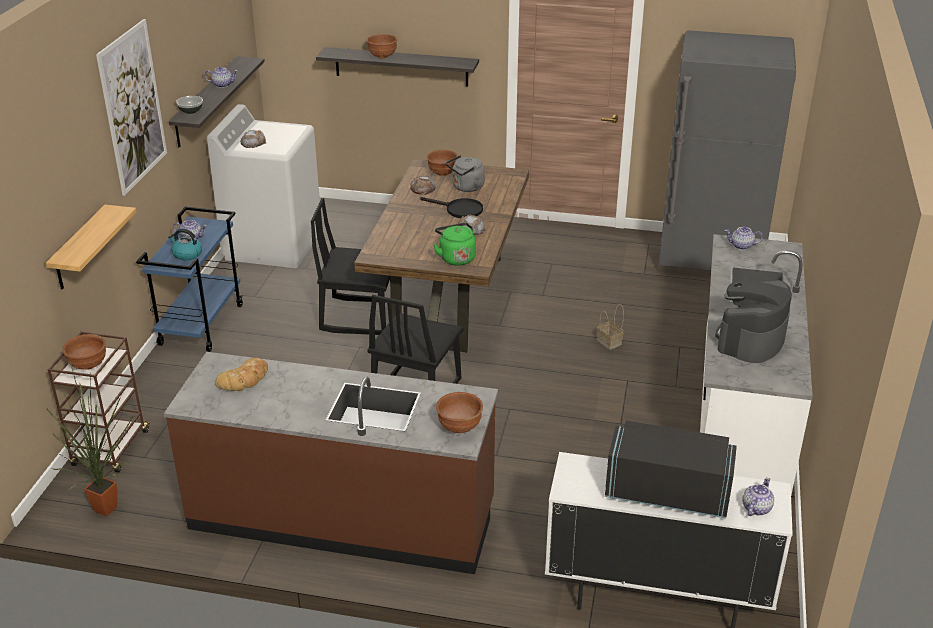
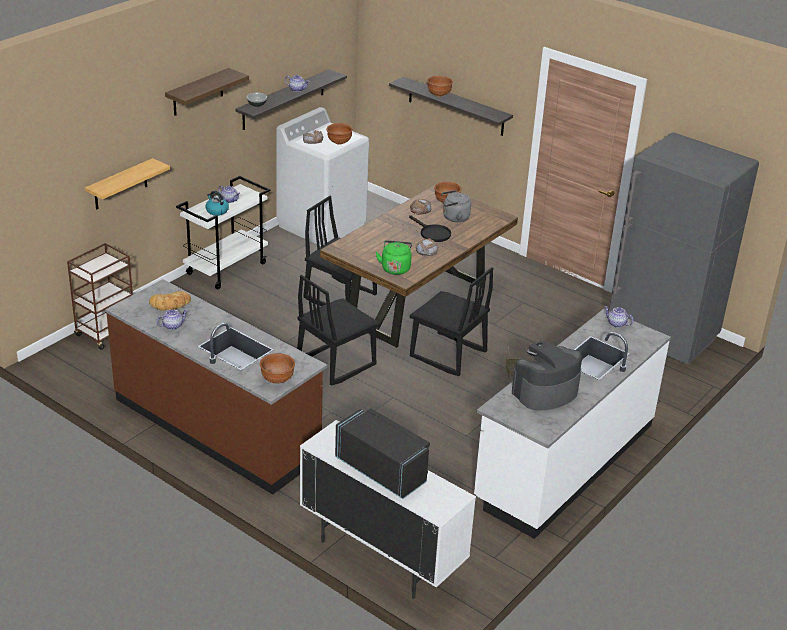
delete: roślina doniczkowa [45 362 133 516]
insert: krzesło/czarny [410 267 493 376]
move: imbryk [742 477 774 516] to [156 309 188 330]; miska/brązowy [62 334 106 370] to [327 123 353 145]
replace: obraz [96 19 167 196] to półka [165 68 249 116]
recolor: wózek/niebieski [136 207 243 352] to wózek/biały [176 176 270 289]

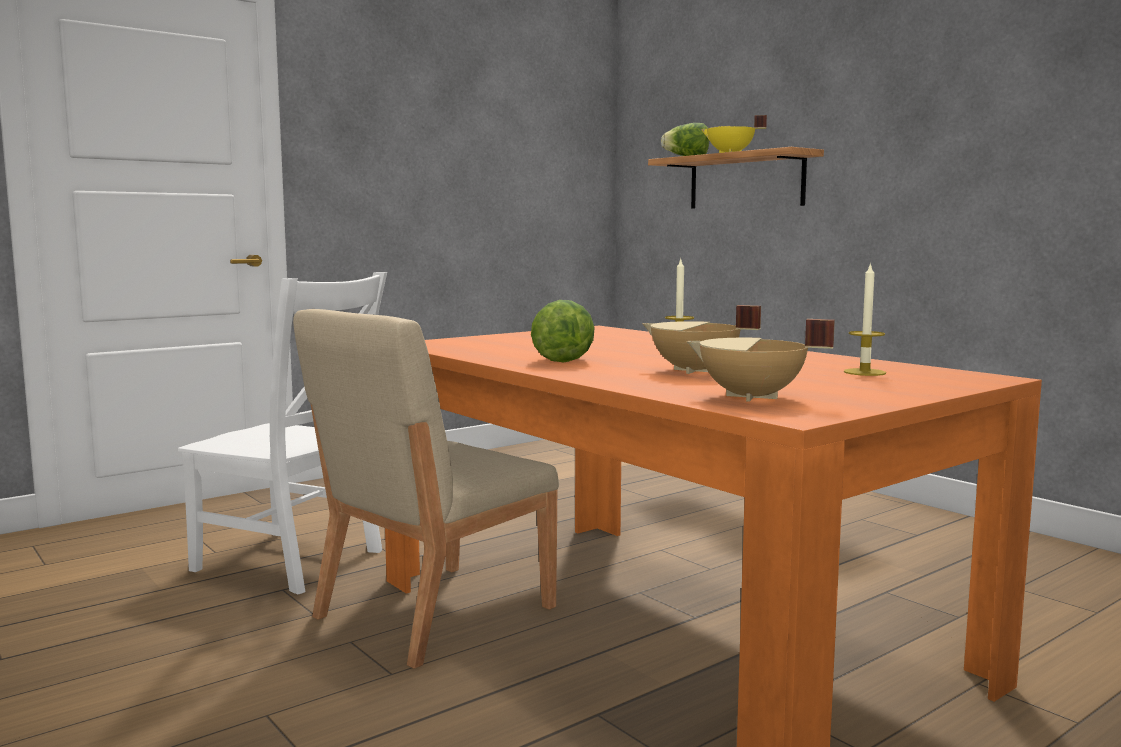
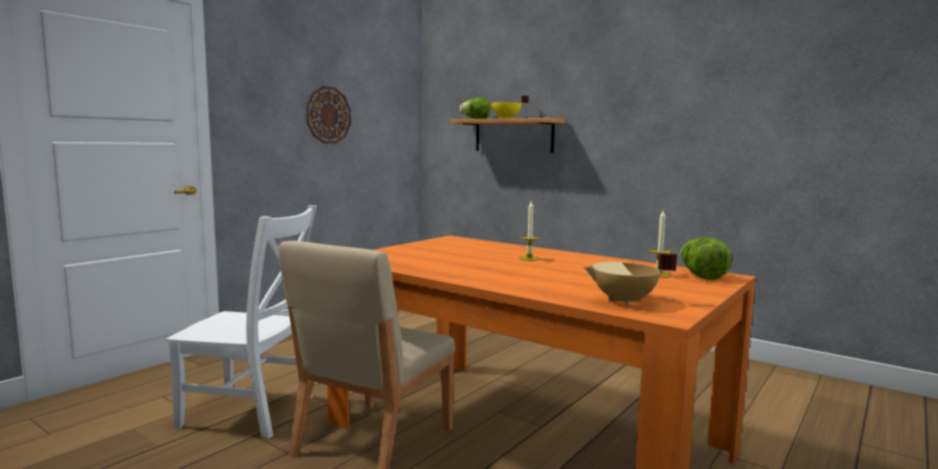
delete: garnek/beżowy [642 305 761 374]
insert: zegar ścienny [306 86 351 144]
move: sałata [531 300 595 362] to [680 237 732 280]

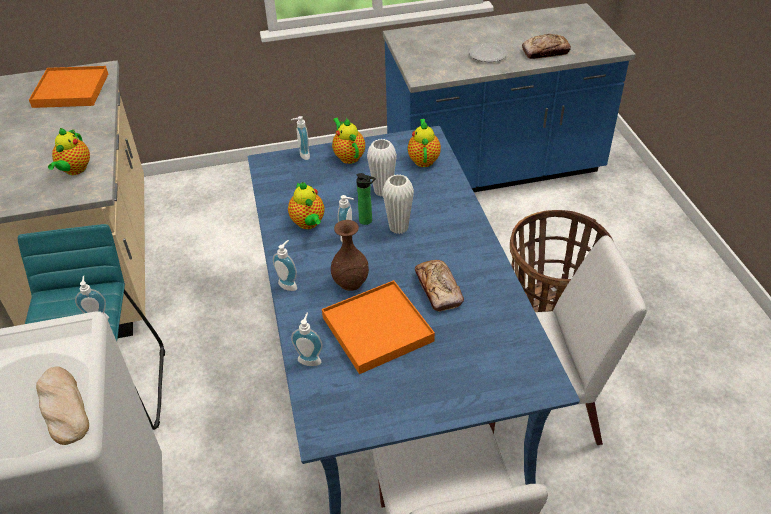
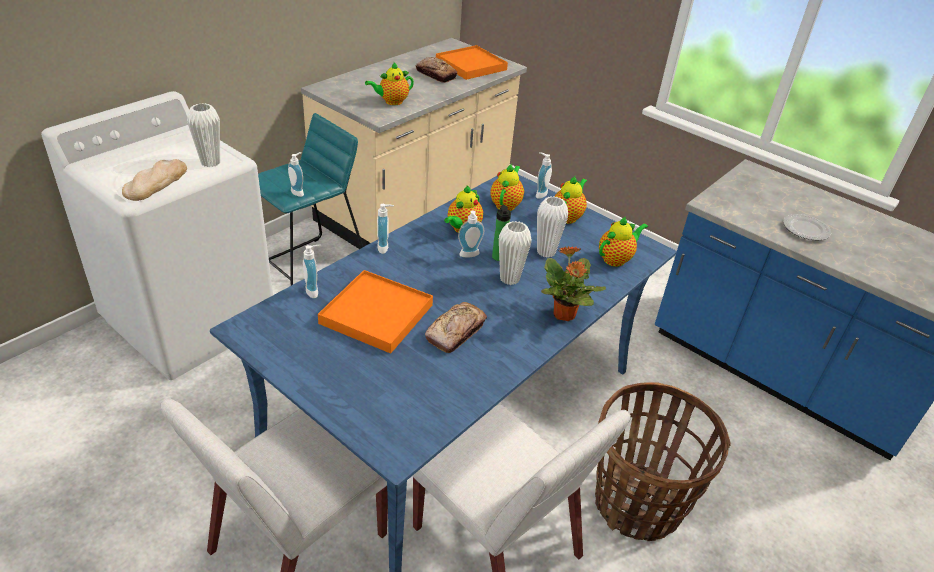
delete: wazon/brązowy [331 220 369 291]
insert: wazon/biały [187 103 220 167]; imbryk [490 164 524 211]; roślina doniczkowa [541 246 606 321]
move: chleb [522 34 571 59] to [416 57 457 83]

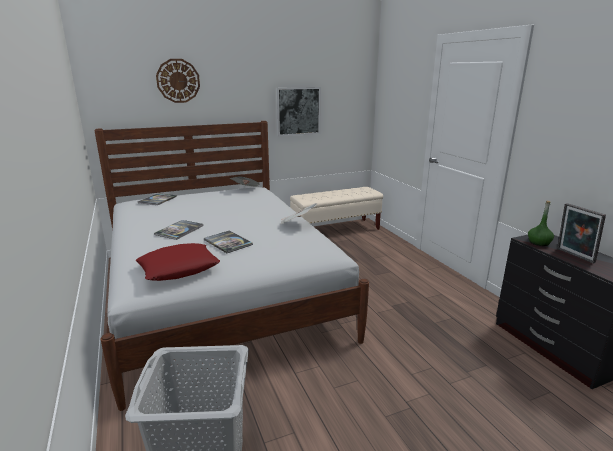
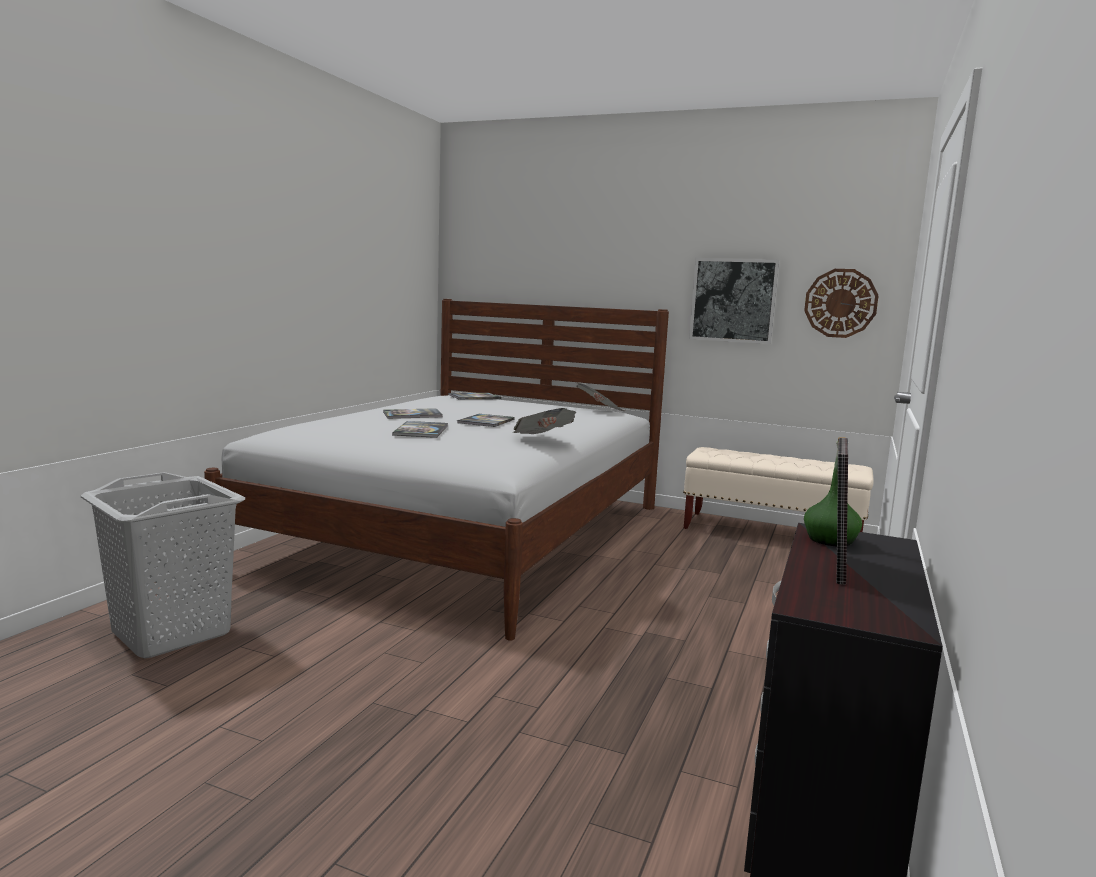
delete: poduszka/czerwony [136 243 220 281]
insert: książka [457 414 515 427]
move: zegar ścienny [156 59 200 103] to [804 269 879 338]

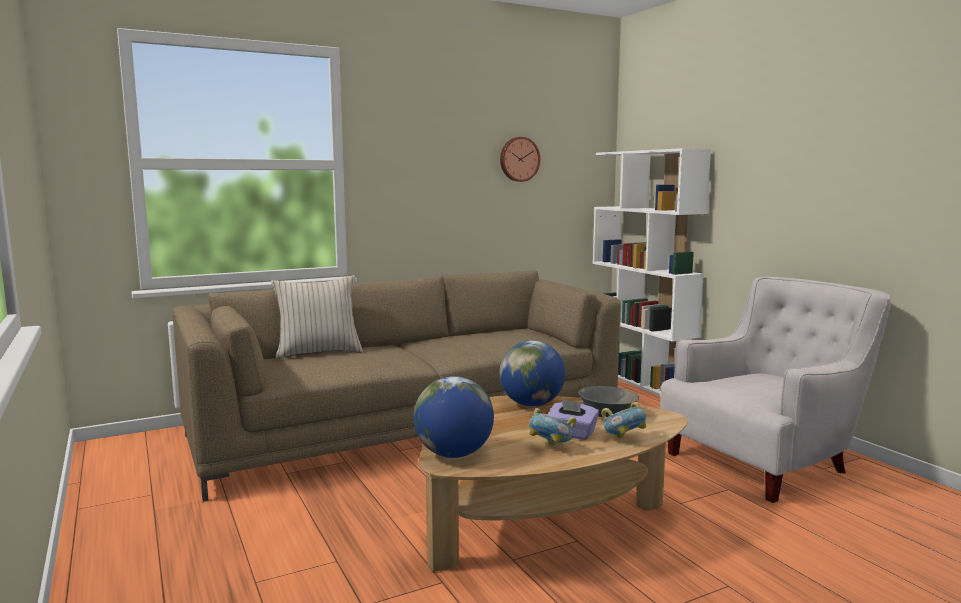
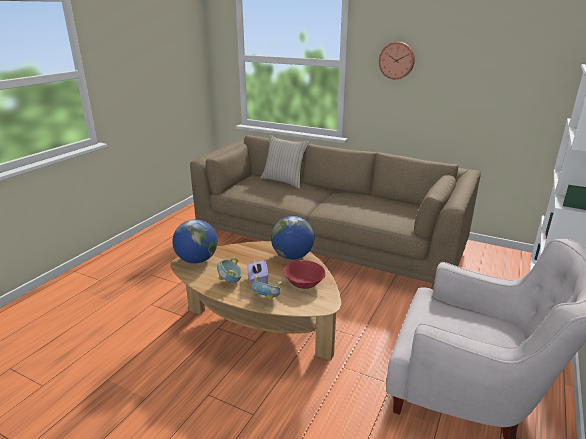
move: zegar ścienny [500 137 541 182] to [379 42 415 79]
recolor: miska/szary [578 386 639 418] to miska/czerwony [284 260 326 289]

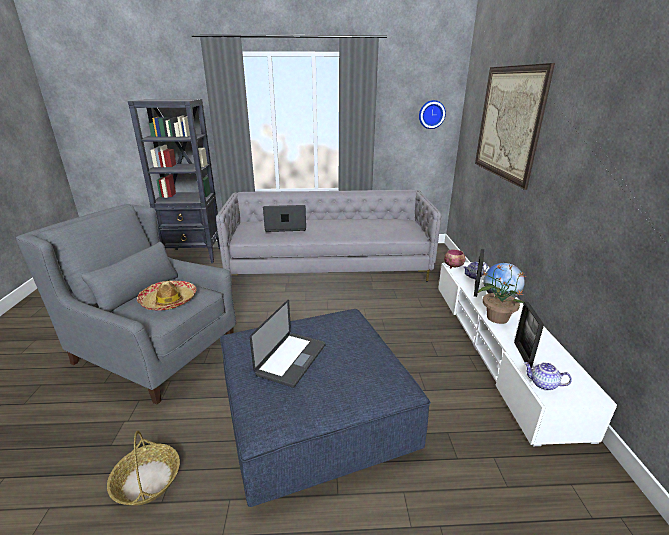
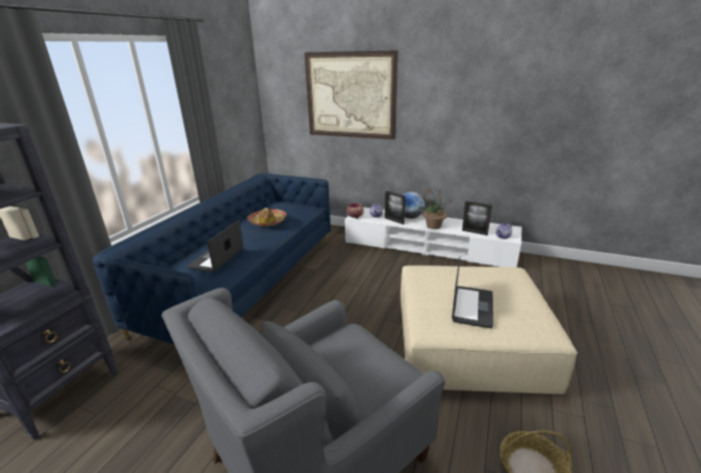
delete: zegar ścienny [419 100 446 129]
move: kapelusz [137 281 196 311] to [247 208 286 226]
recolor: kanapa/szary [216 190 441 281] to kanapa/niebieski [92 173 331 344]; pufa/niebieski [220 309 431 507] to pufa/beżowy [401 266 577 394]
rotate: laptop [250 300 326 388] = [452 257 493 328] 60 degrees clockwise

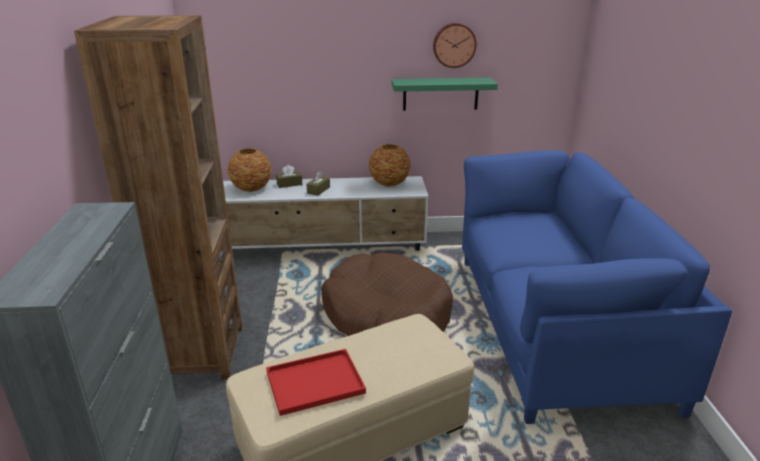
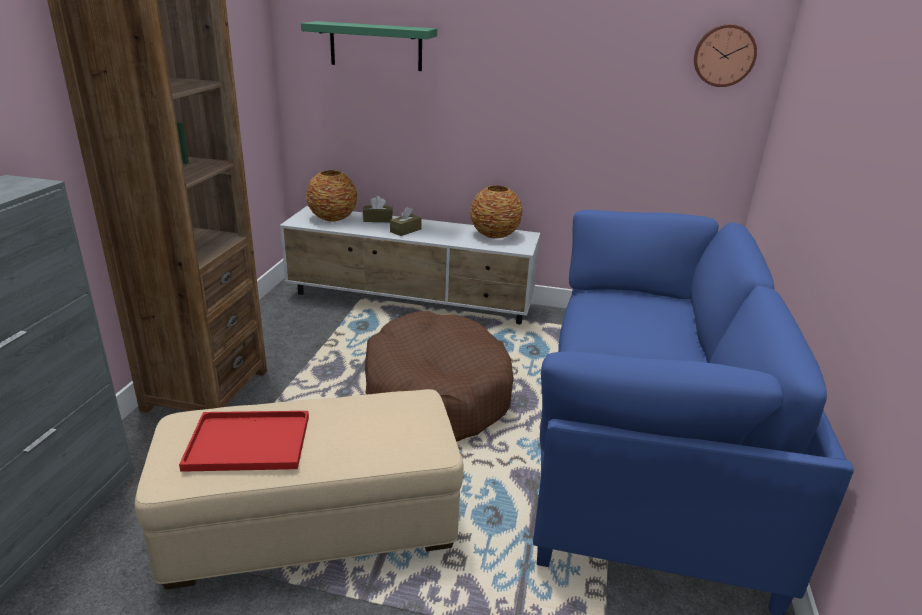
move: półka/zielony [392 78 498 111] to [301 21 437 71]; zegar ścienny [433 23 477 68] to [694 24 757 87]

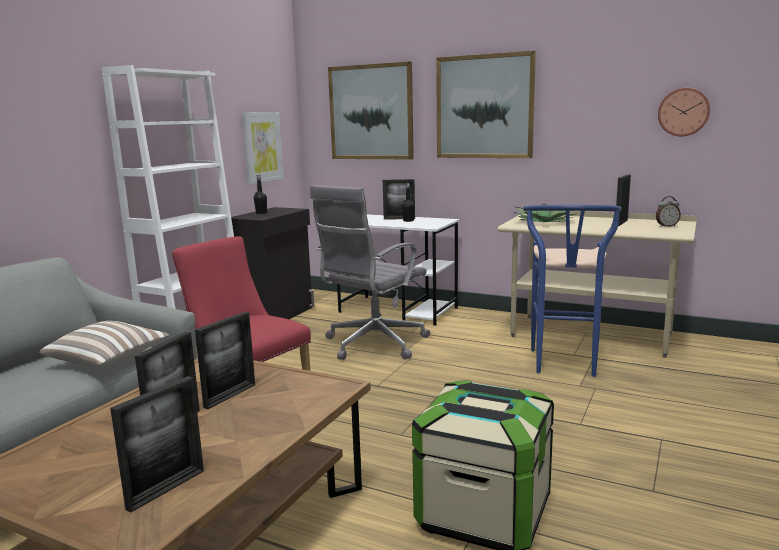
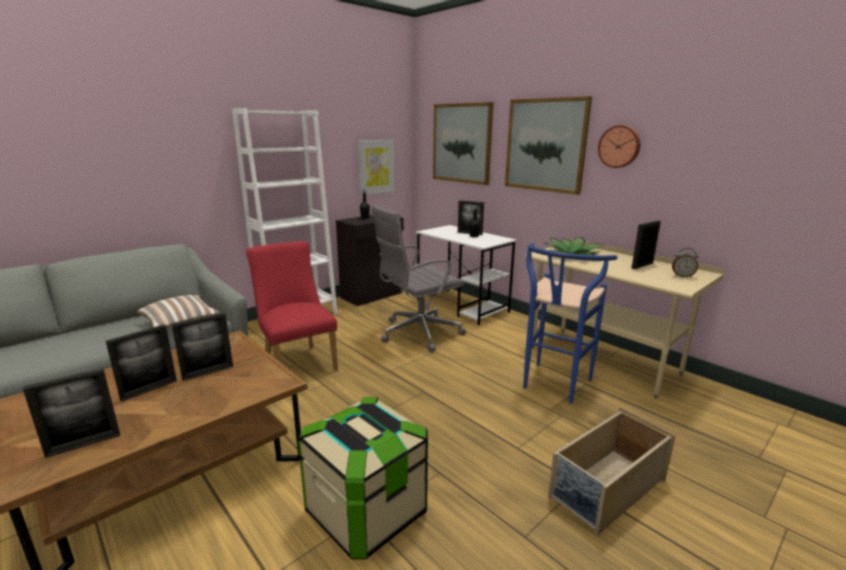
insert: pojemnik do przechowywania/beżowy [548 407 676 535]
move: zegar ścienny [658 88 710 136] to [598 125 640 168]

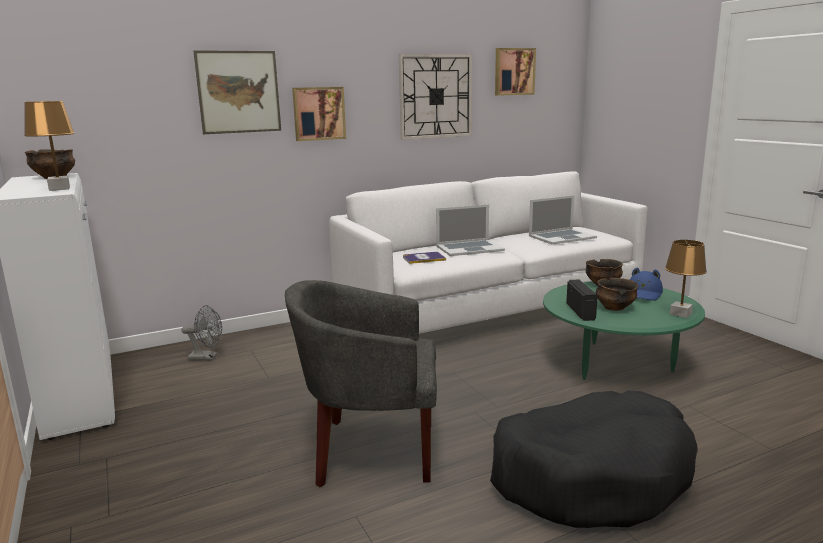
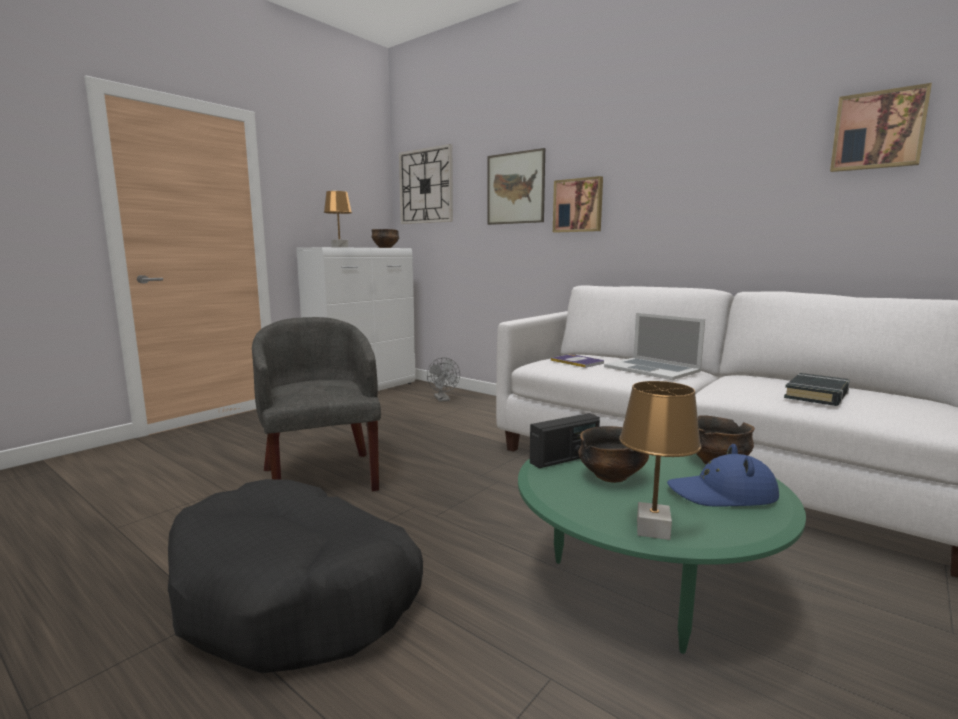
move: zegar ścienny [399 54 472 140] to [399 144 453 224]
replace: laptop [529 195 597 245] to książka/czarny [784 373 850 406]

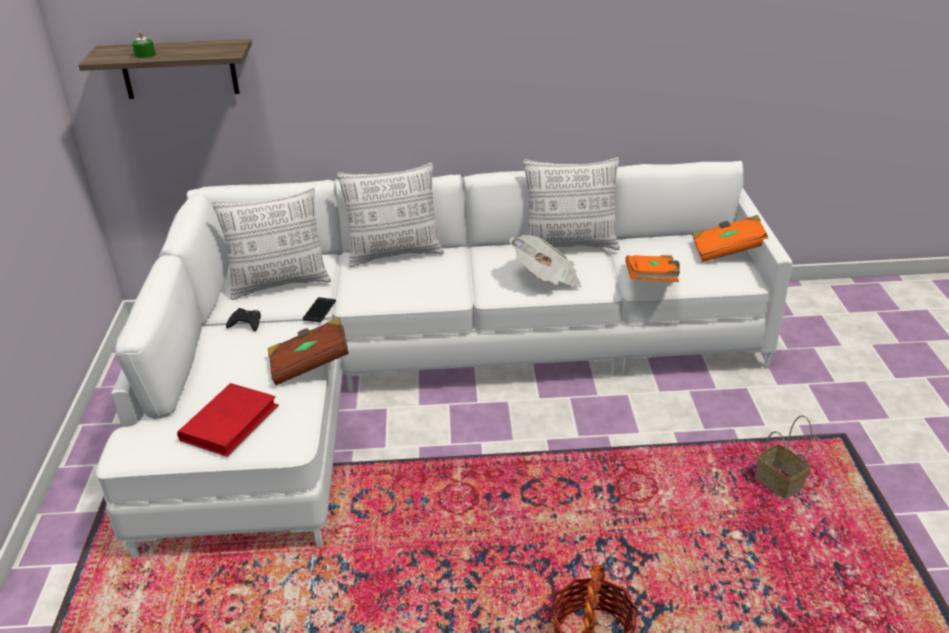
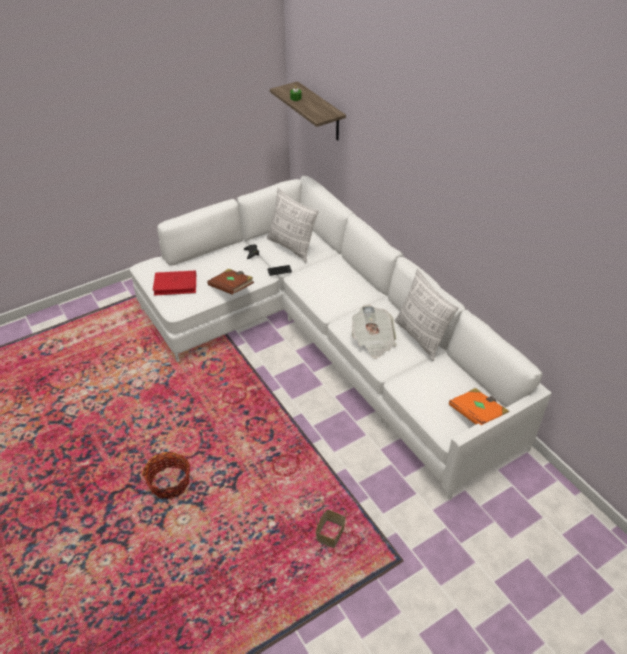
delete: poduszka [337 163 444 267]; książka/pomarańczowy [625 255 680 282]

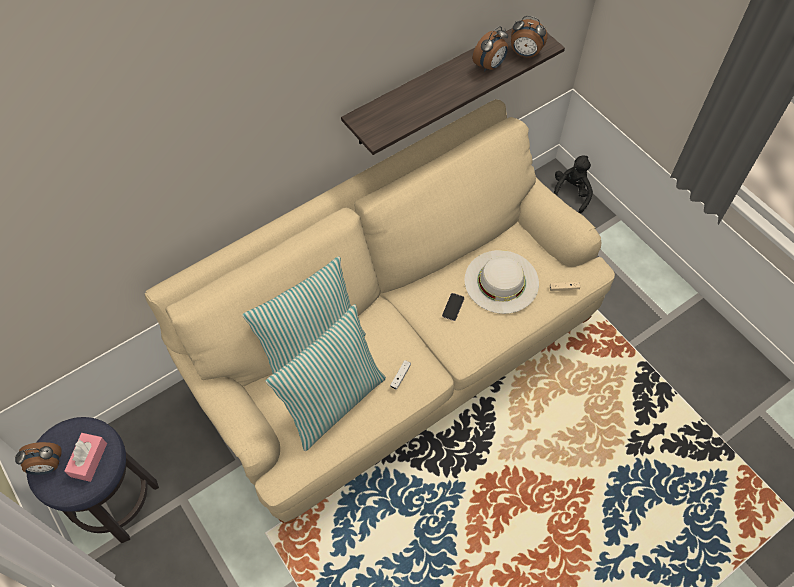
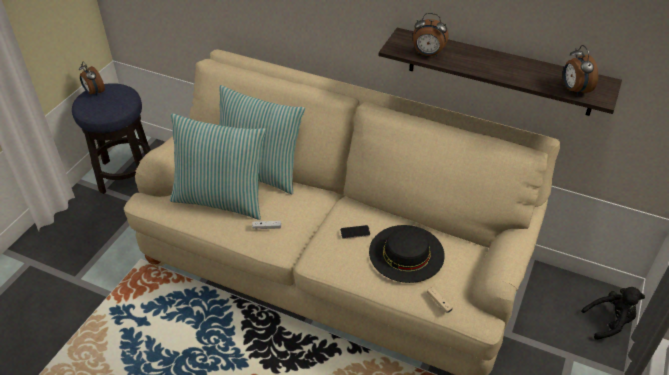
delete: pudełko chusteczek/różowy [64 433 107 482]
move: budzik [473 26 508 72] to [413 13 448 56]
recolor: kapelusz/biały [465 250 539 314] to kapelusz/czarny [369 225 445 283]

